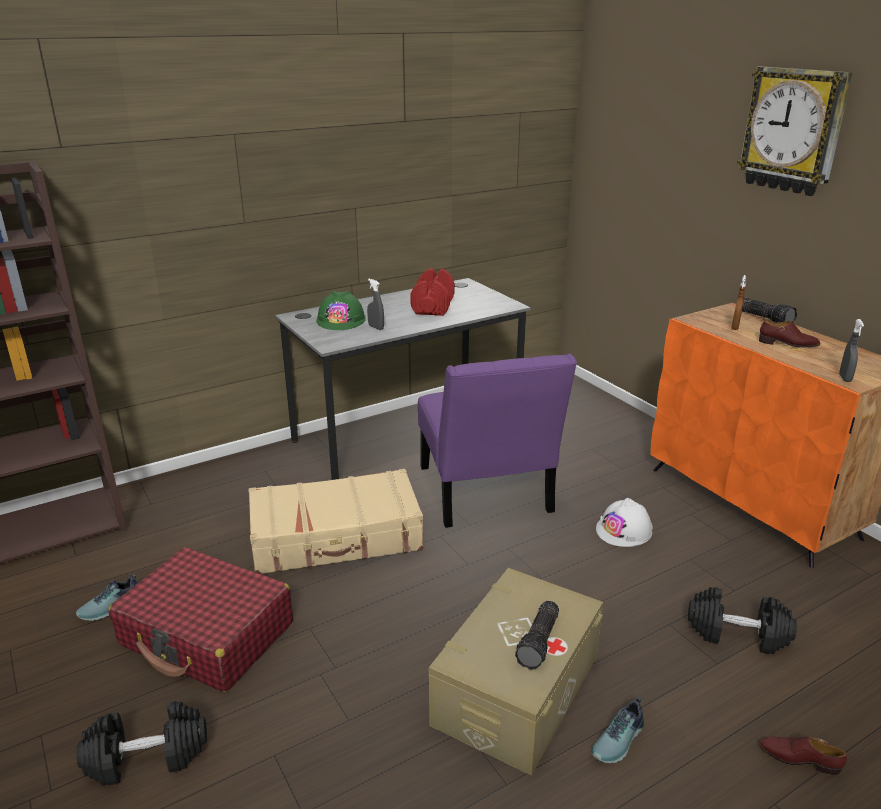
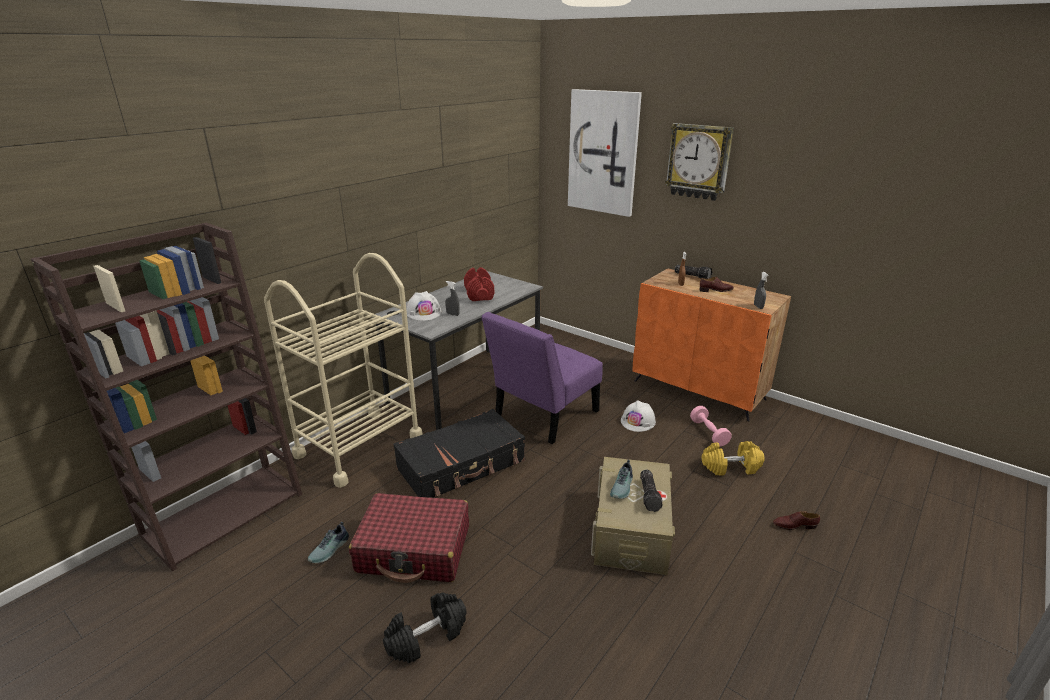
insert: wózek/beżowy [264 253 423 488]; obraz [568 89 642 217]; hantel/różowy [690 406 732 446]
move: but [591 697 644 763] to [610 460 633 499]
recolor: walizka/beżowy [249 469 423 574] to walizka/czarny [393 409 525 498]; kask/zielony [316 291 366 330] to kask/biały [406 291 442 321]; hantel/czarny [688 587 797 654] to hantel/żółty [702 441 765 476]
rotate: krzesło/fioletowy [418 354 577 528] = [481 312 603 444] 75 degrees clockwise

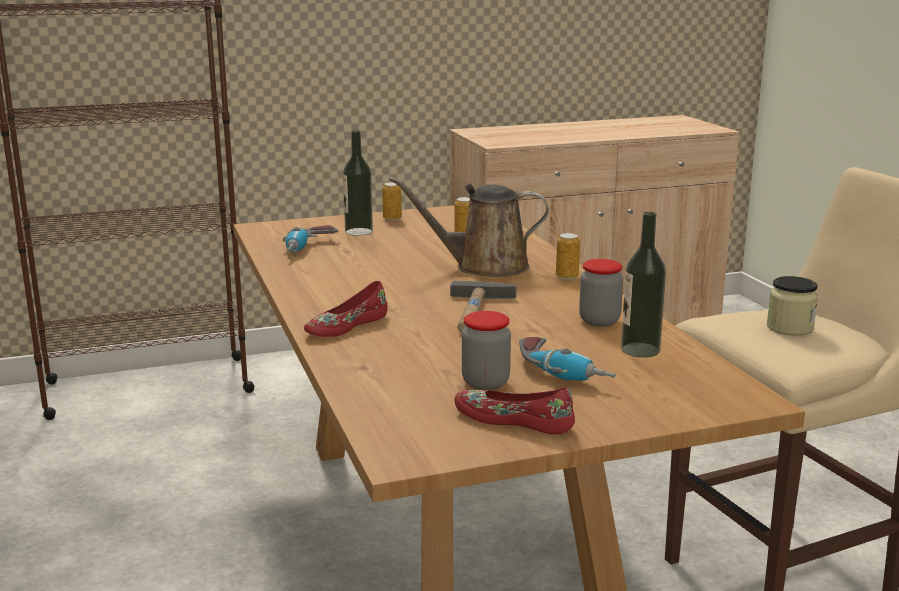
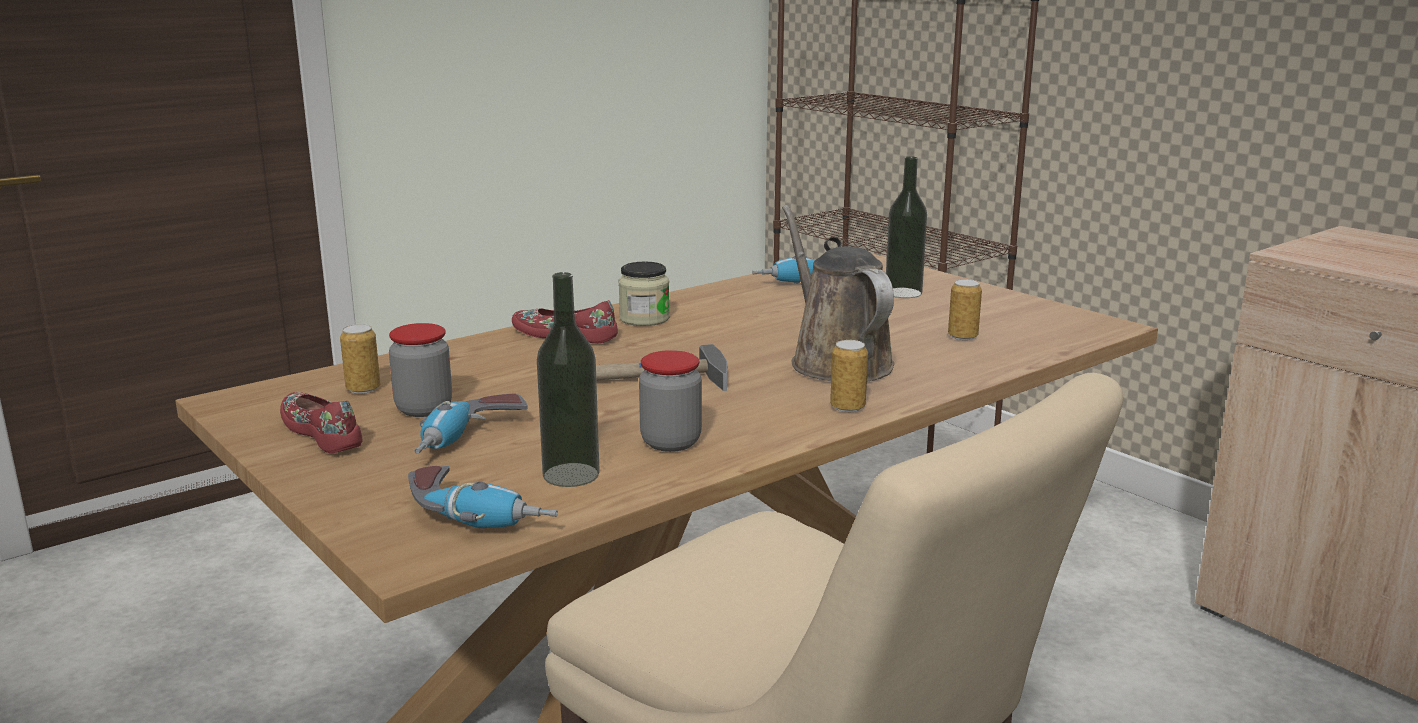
insert: wiertarka [408 466 558 529]
move: puszka [382 182 402 221] to [340 324 380 394]; słoik [767 276 818 336] to [618 262 670 326]
rotate: but/czerwony [454 387 575 435] = [280 392 363 454] 45 degrees counterclockwise

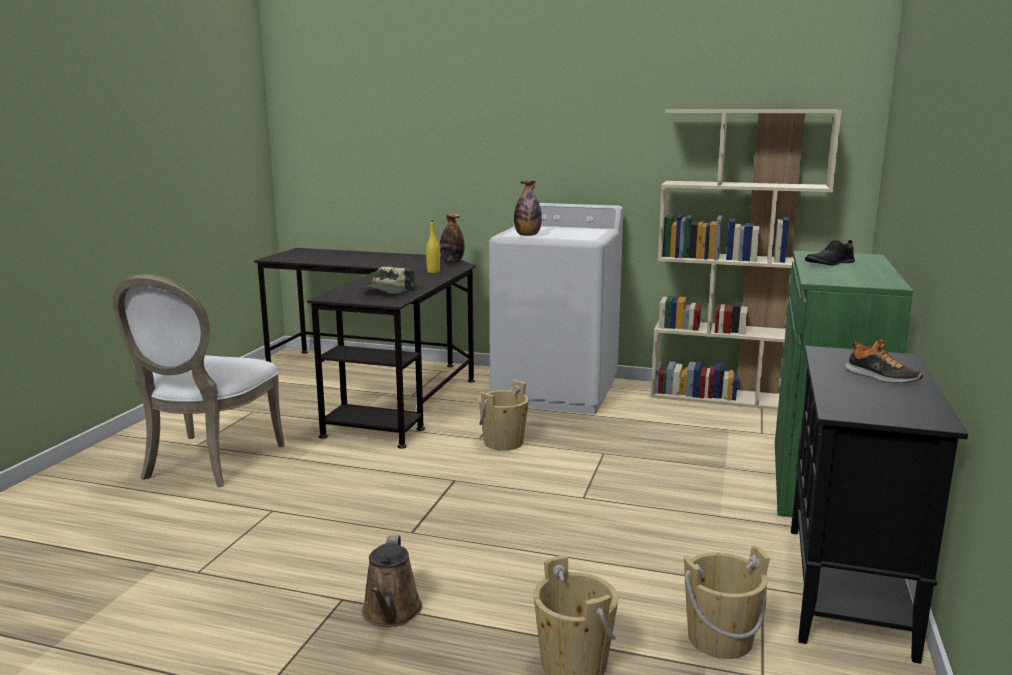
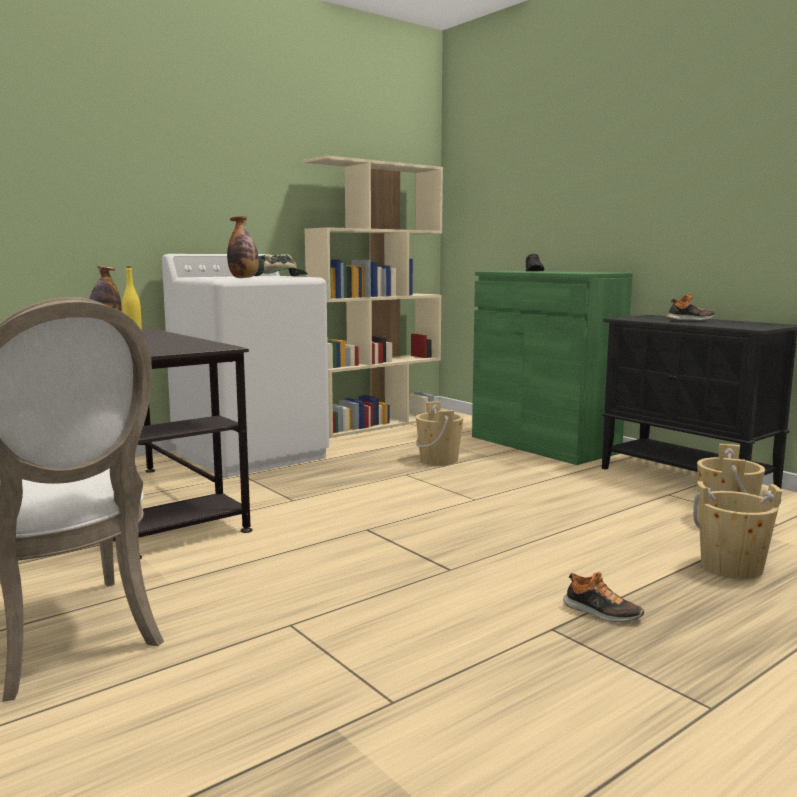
move: czapka z daszkiem [361 266 415 294] to [254 254 308 276]; wiadro/beżowy [479 380 529 451] to [416 401 464 465]
replace: konewka/brązowy [362 535 422 627] to but [563 572 644 622]

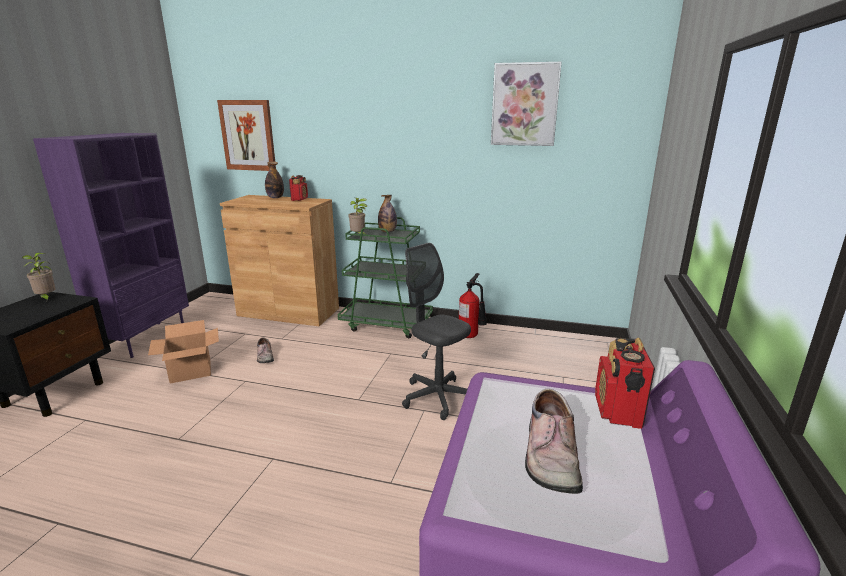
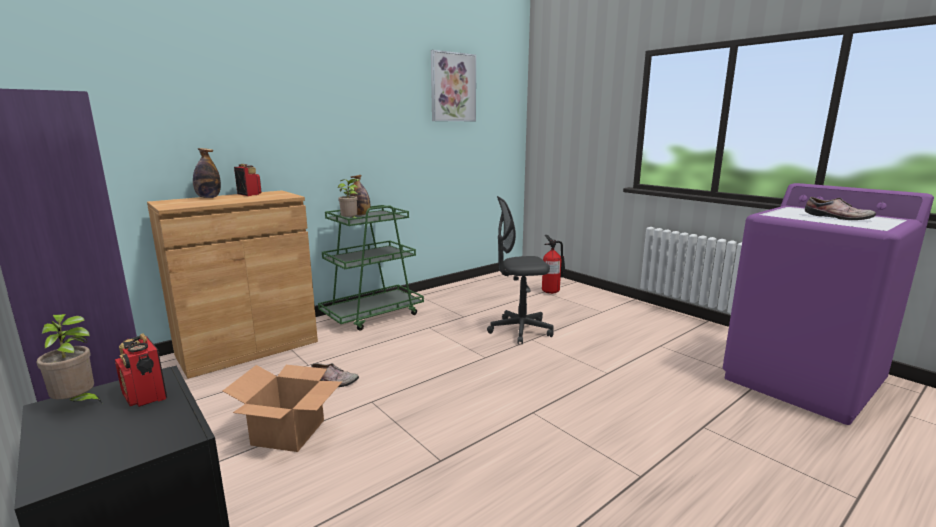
delete: obraz [217 100 276 171]
move: radio [595 338 655 429] to [115 333 167 407]; gaśnica [459 273 487 338] to [542 235 566 294]

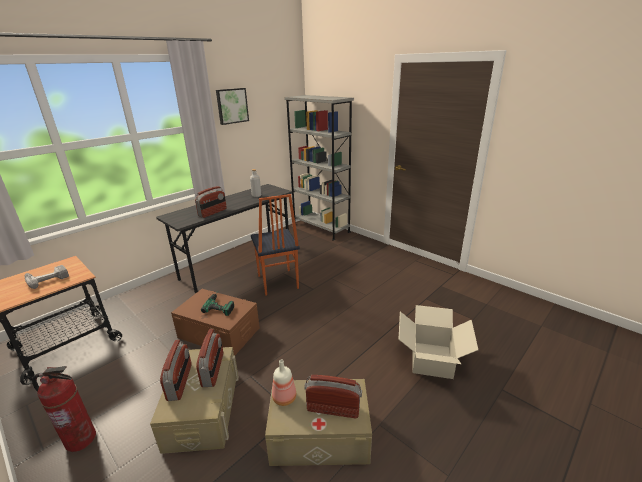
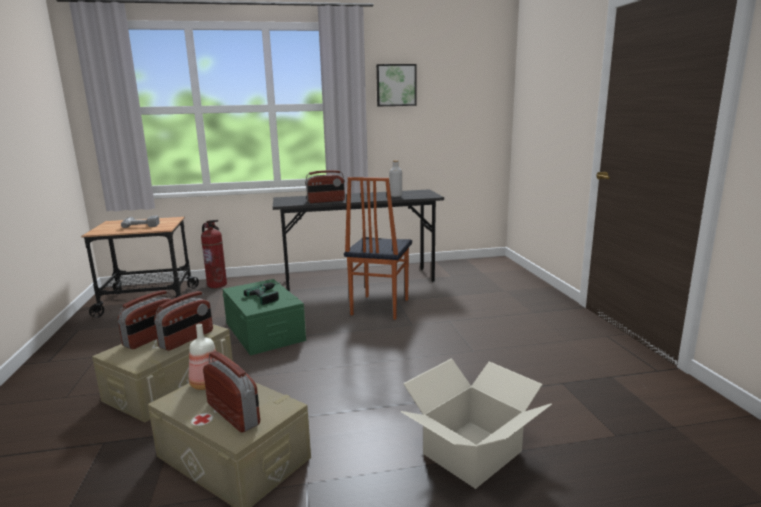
delete: regał/szary [284 95 354 241]
move: gaśnica [32 366 96 452] to [201 220 227 288]
recolor: pojemnik do przechowywania/brązowy [171 289 260 356] to pojemnik do przechowywania/zielony [222 279 306 356]

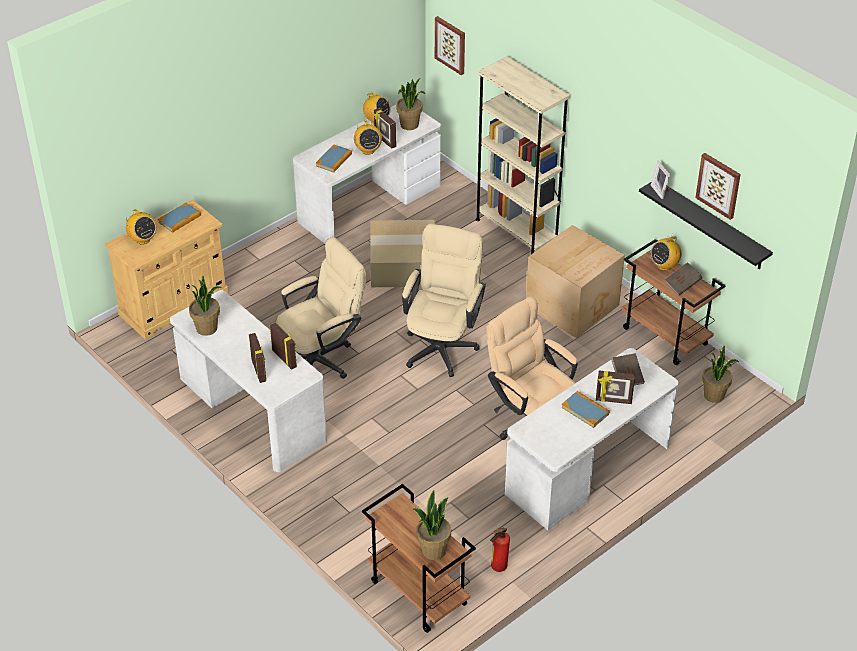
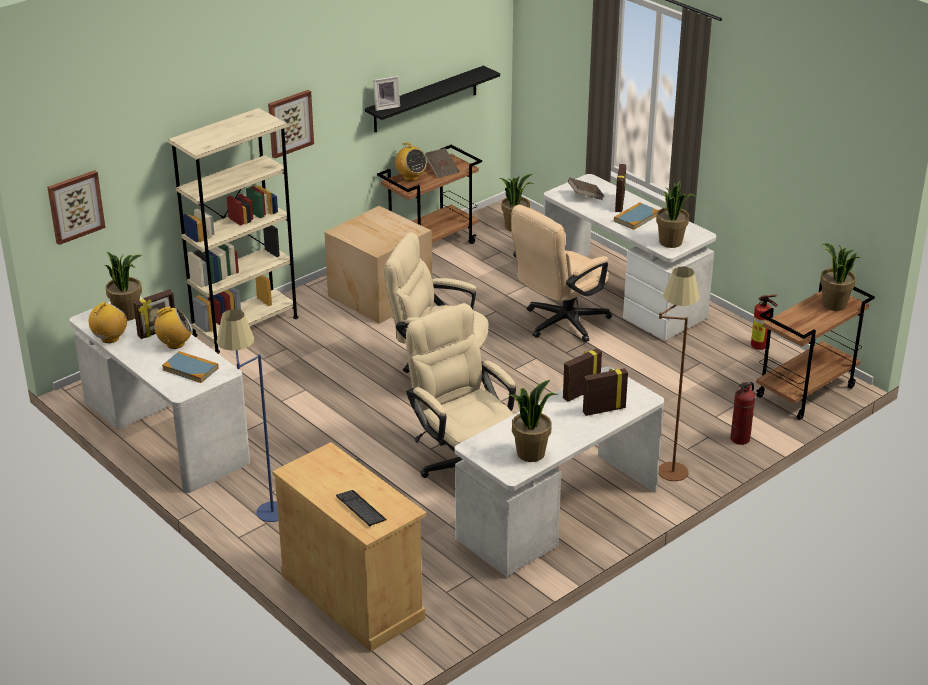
delete: książka [158 203 201 233]; karton [370 220 435 287]
insert: lampa stojąca/niebieski [217 309 278 522]; roślina doniczkowa [656 181 696 248]; lampa stojąca/brązowy [658 267 699 481]; gaśnica [730 382 755 445]
move: obraz [696 153 741 220] to [268 90 314 158]
replace: radio [125 209 157 245] to klawiatura [336 490 387 527]

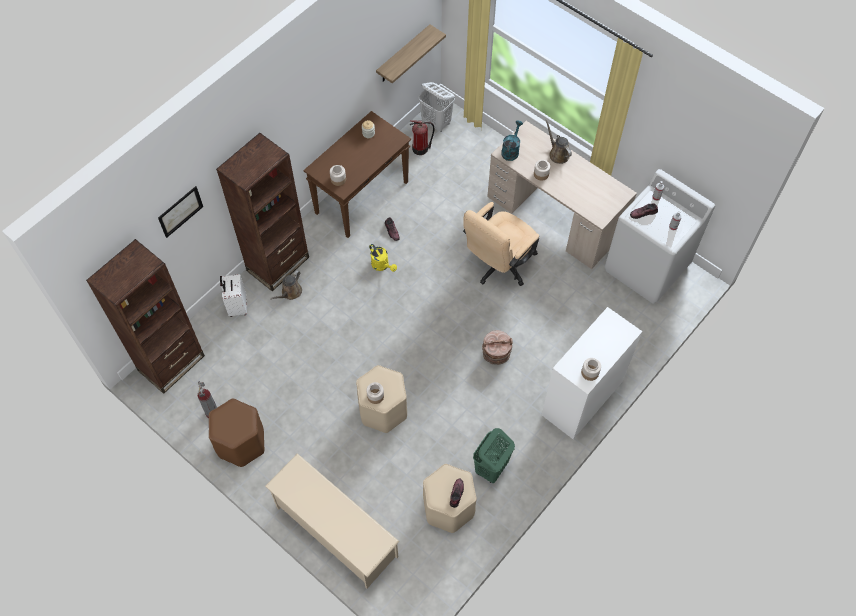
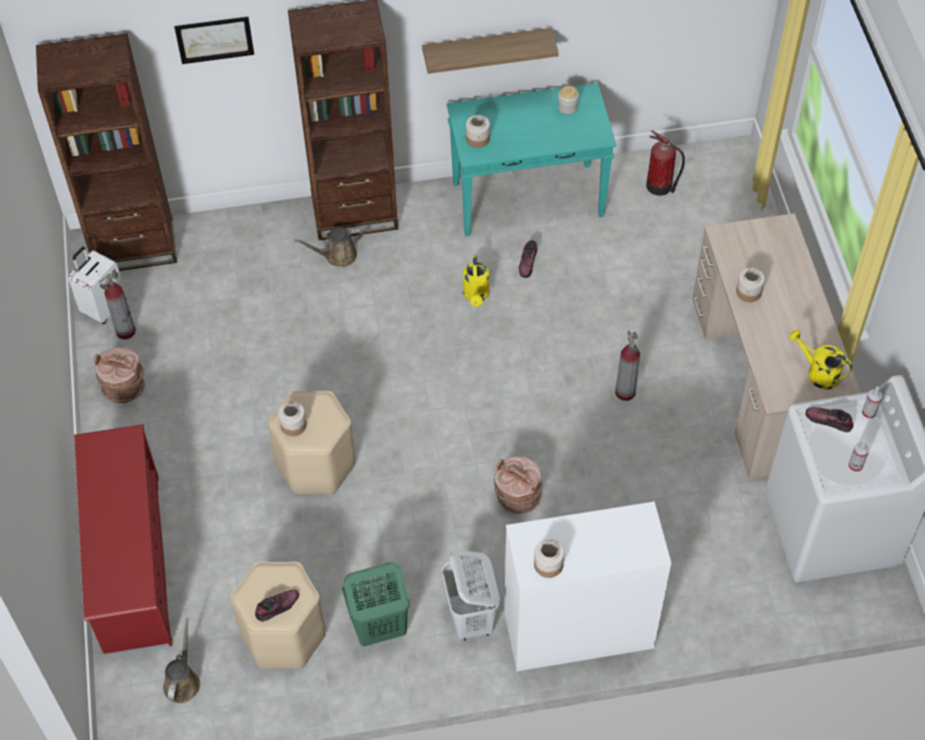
delete: konewka/turkusowy [501 121 523 161]
insert: konewka/żółty [789 329 853 390]
move: walizka/biały [220 274 247 317] to [68 247 127 324]; konewka/brązowy [545 119 572 164] to [163 619 200 703]; półka [376 24 446 83] to [422 28 559 74]; kosz na pranie/biały [419 82 455 132] to [442 549 500 641]
replace: stołek/brązowy [209 398 265 467] to wiadro/brązowy [94 347 145 403]; krzesło biurowe/beżowy [463 202 539 286] to gaśnica [615 331 640 401]
recolor: regał na buty/beżowy [265 453 400 588] to regał na buty/czerwony [74 424 172 654]; stolik konsolowy/brązowy [303 111 411 238] to stolik konsolowy/turkusowy [447 83 617 236]

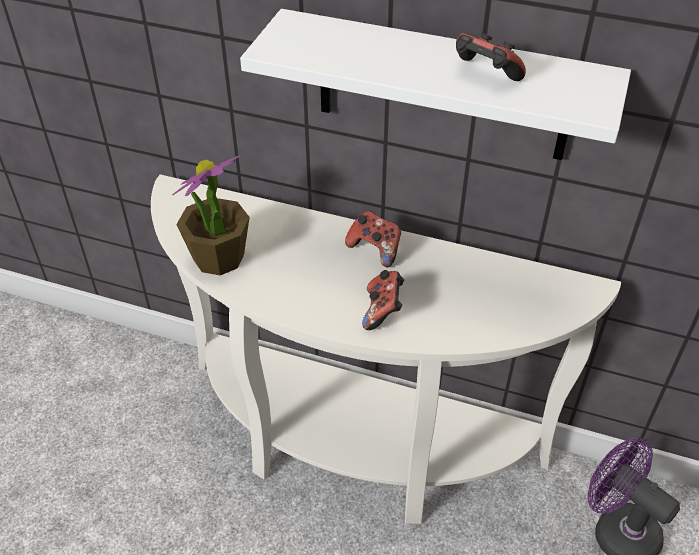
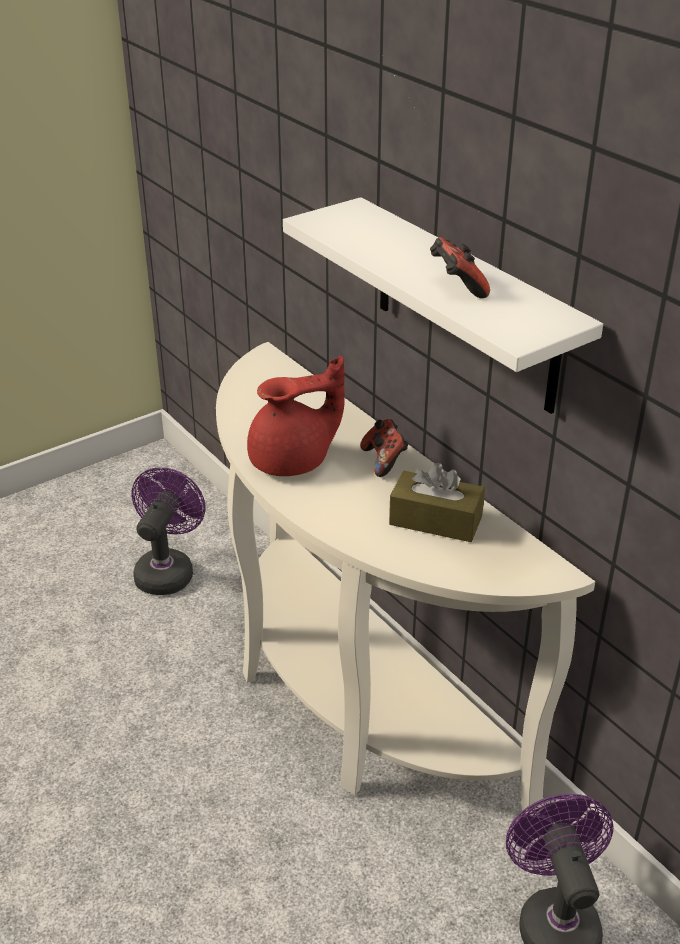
delete: roślina doniczkowa [172 155 250 275]; pad do gier [362 270 404 330]
insert: wentylator/fioletowy [131 467 206 595]; imbryk/czerwony [247 355 345 476]; pudełko chusteczek/brązowy [389 463 485 542]

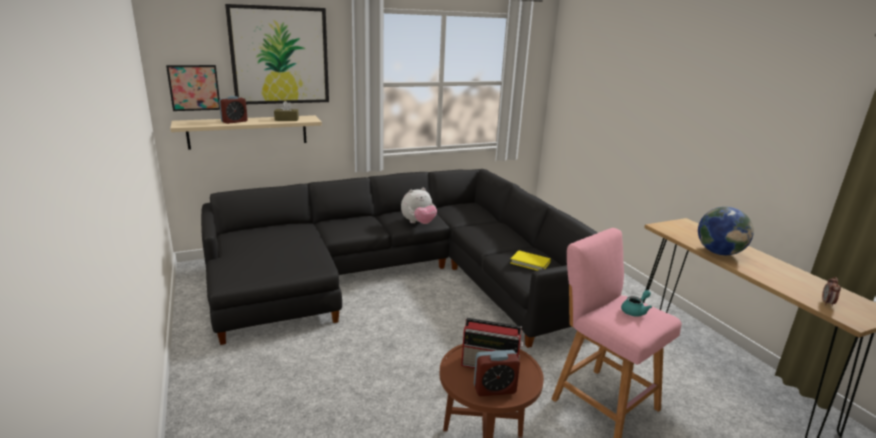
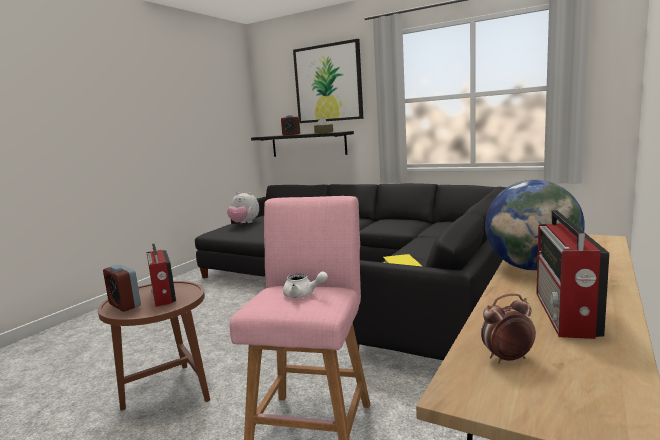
delete: obraz [166 65 220 111]
insert: radio [536 210 610 339]
move: pluszak [401 188 437 224] to [227 192 259 223]
recolor: półka/beżowy [170 115 322 150] to półka/czarny [251 131 354 157]; imbryk/turkusowy [621 290 652 317] to imbryk/biały [283 272 328 298]

